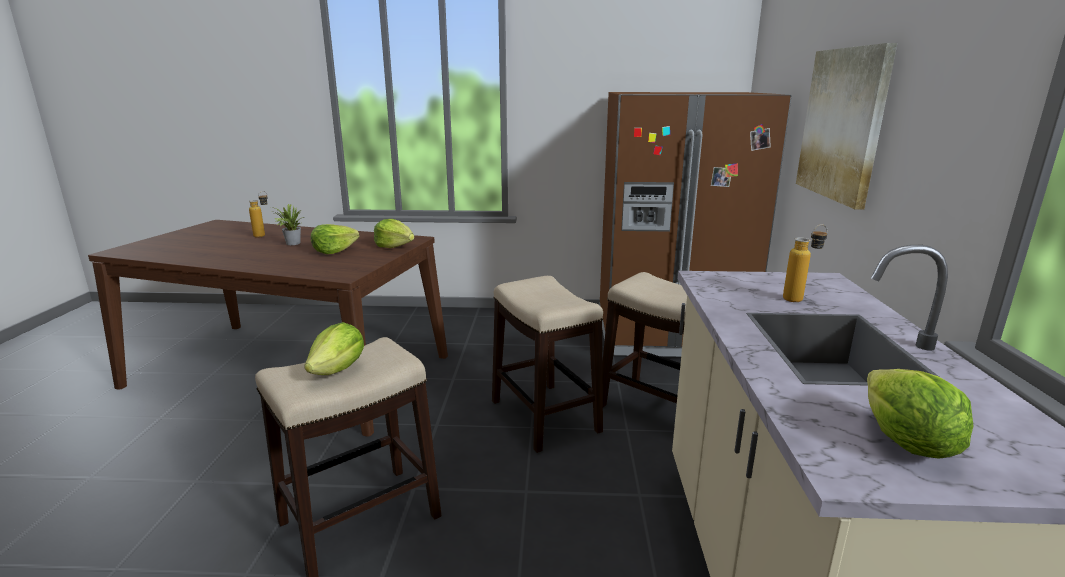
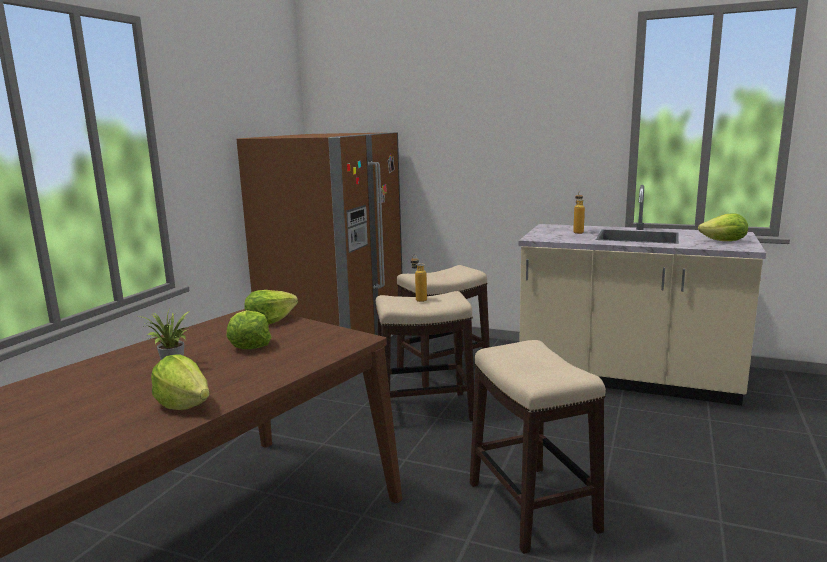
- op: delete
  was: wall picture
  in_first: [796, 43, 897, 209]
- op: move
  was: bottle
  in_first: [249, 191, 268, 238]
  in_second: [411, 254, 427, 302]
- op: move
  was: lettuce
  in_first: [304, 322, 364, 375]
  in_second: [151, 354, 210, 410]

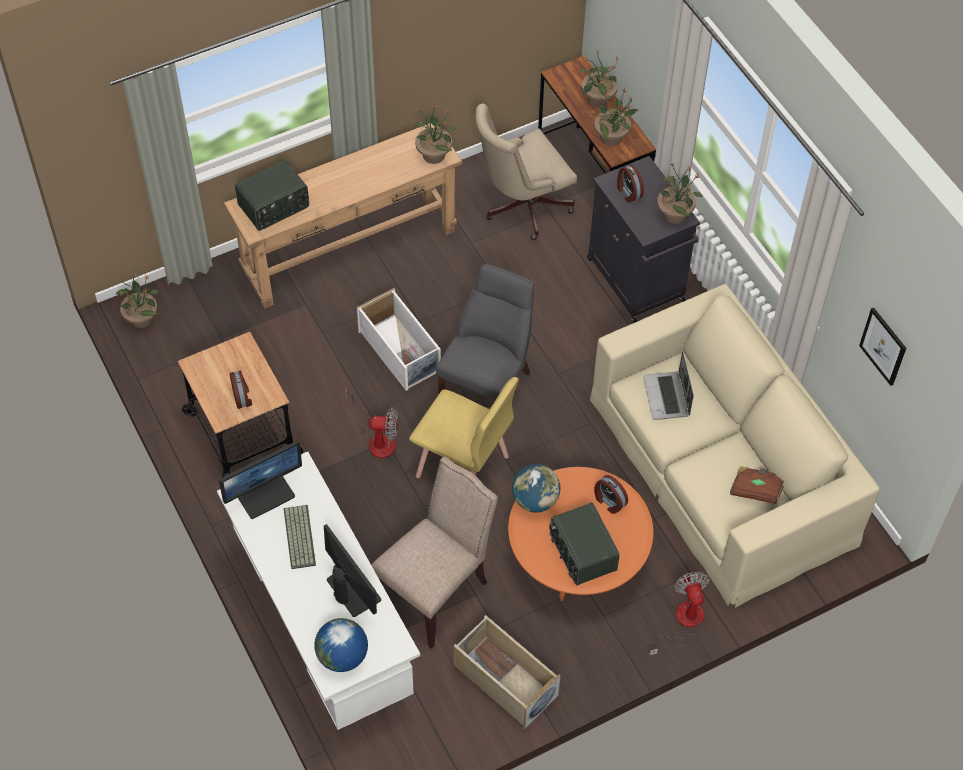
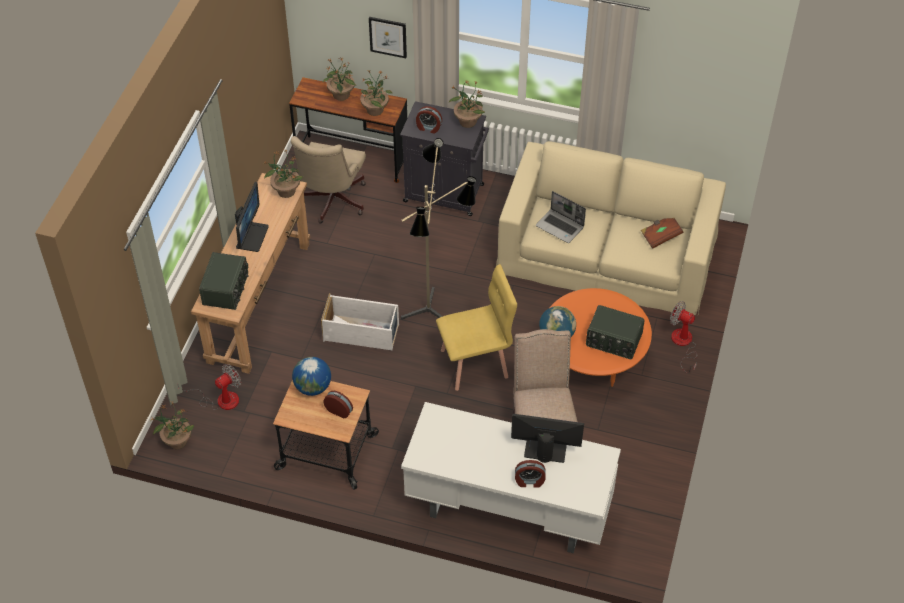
- op: replace
  was: gray upright chair
  now: floor lamp
  in_first: [436, 264, 534, 400]
  in_second: [401, 138, 476, 320]
- op: move
  was: wall picture
  in_first: [859, 307, 906, 386]
  in_second: [369, 17, 407, 58]
- op: move
  was: fan
  in_first: [346, 388, 398, 458]
  in_second: [177, 364, 241, 410]
- op: move
  was: monitor
  in_first: [219, 440, 302, 519]
  in_second: [235, 182, 269, 252]
- op: move
  was: bedside clock
  in_first: [595, 475, 628, 514]
  in_second: [515, 460, 546, 487]
- op: delete
  was: computer keyboard
  in_first: [284, 505, 316, 569]
- op: delete
  was: beige-coloured storage bin
  in_first: [454, 615, 561, 729]
- op: move
  was: world globe
  in_first: [314, 618, 368, 672]
  in_second: [292, 357, 331, 396]

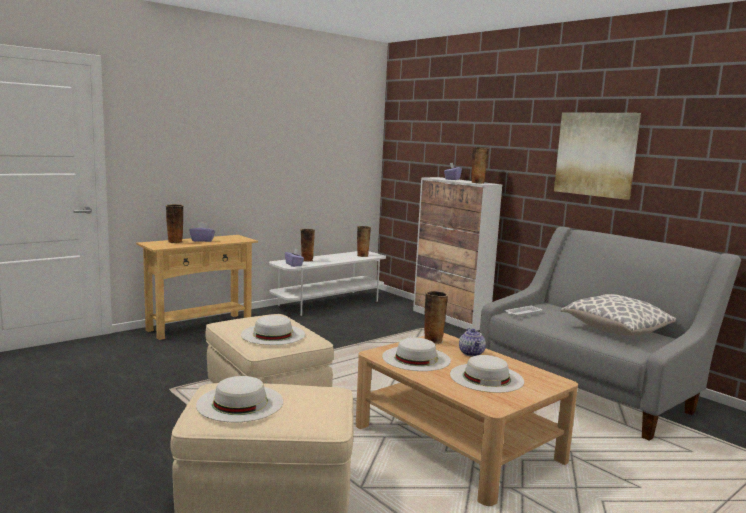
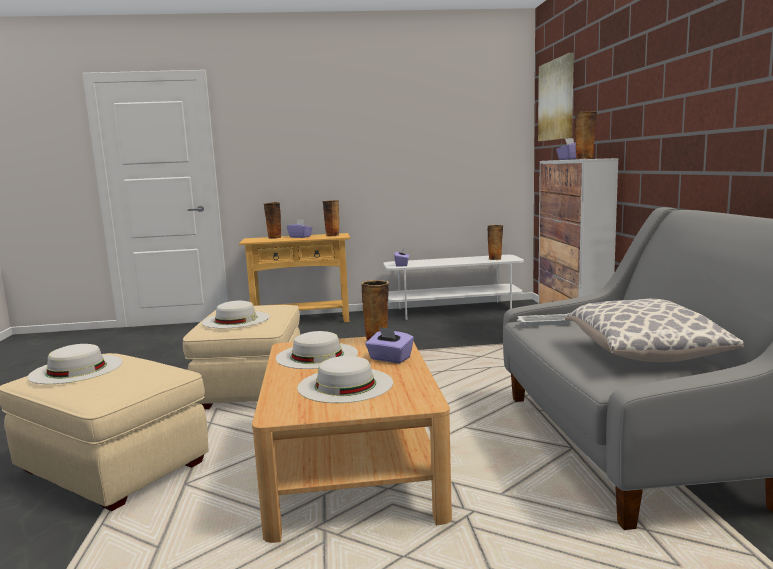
- op: move
  was: wall picture
  in_first: [554, 112, 641, 200]
  in_second: [538, 53, 574, 141]
- op: move
  was: decorative vase
  in_first: [301, 229, 315, 262]
  in_second: [322, 200, 339, 236]
- op: replace
  was: tea pot
  now: purple-coloured tissue holder
  in_first: [459, 328, 486, 357]
  in_second: [365, 327, 414, 363]

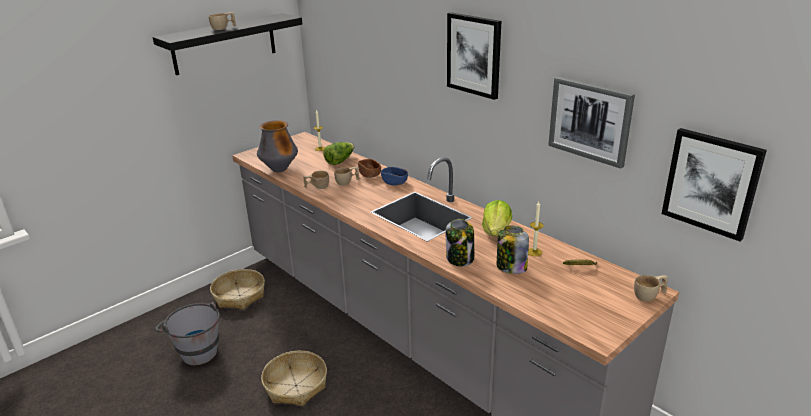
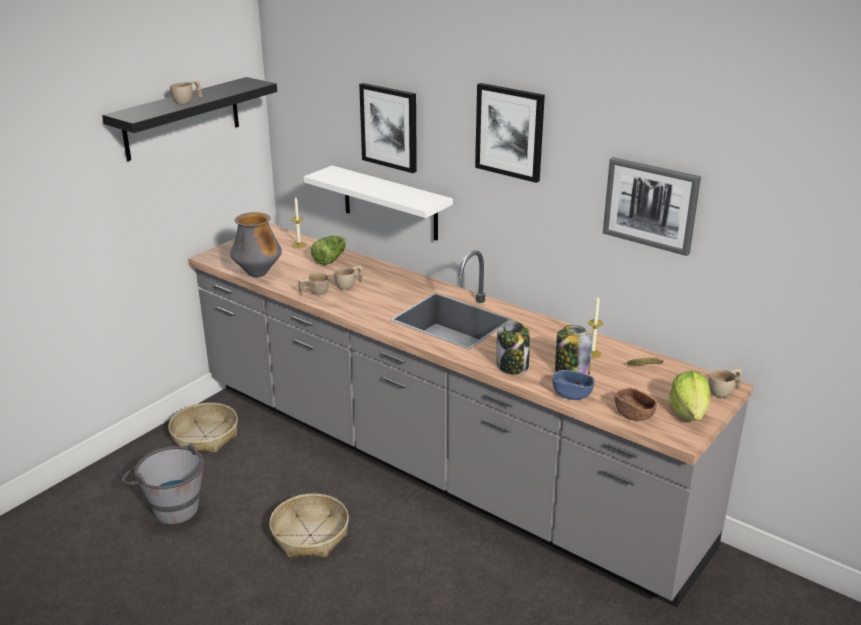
- op: move
  was: wall picture
  in_first: [662, 128, 767, 241]
  in_second: [359, 83, 417, 173]
- op: move
  was: brownish serving bowl
  in_first: [358, 159, 381, 178]
  in_second: [614, 388, 657, 421]
- op: move
  was: blue serving bowl
  in_first: [381, 167, 408, 186]
  in_second: [552, 370, 594, 400]
- op: move
  was: lettuce
  in_first: [482, 200, 512, 236]
  in_second: [669, 371, 710, 421]
- op: insert
  now: whitish shelf
  in_second: [304, 166, 453, 240]

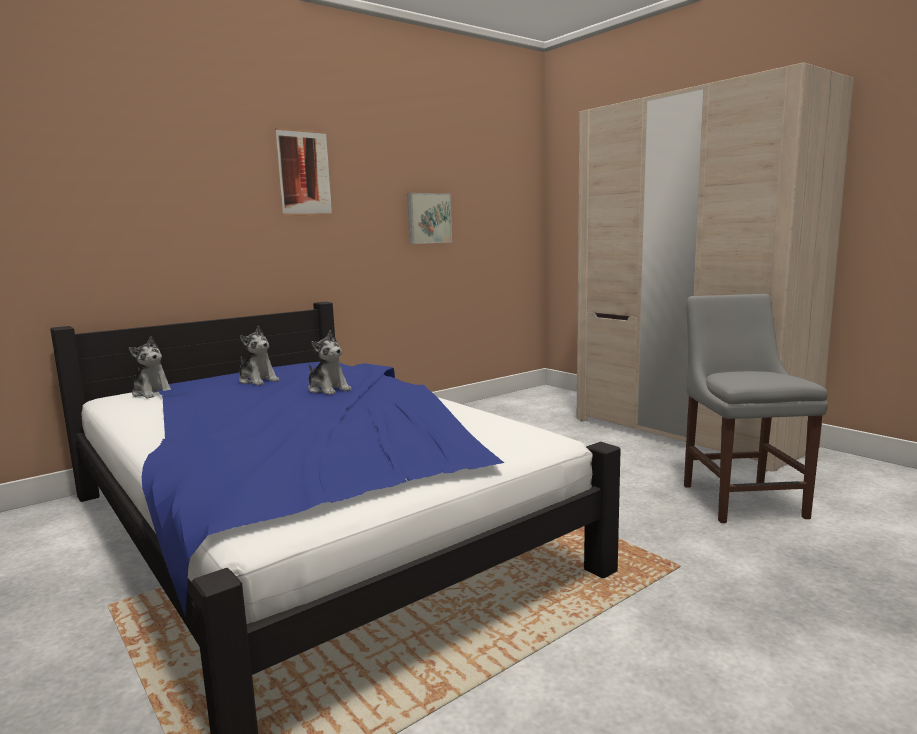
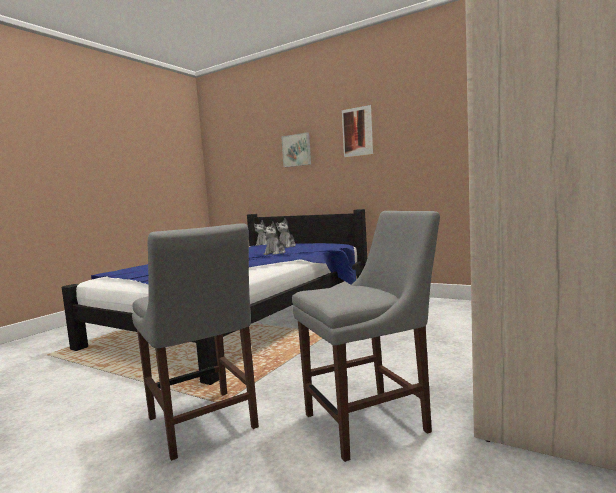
- op: move
  was: wall picture
  in_first: [407, 193, 452, 244]
  in_second: [281, 132, 311, 167]
- op: insert
  now: gray upright chair
  in_second: [132, 223, 259, 461]

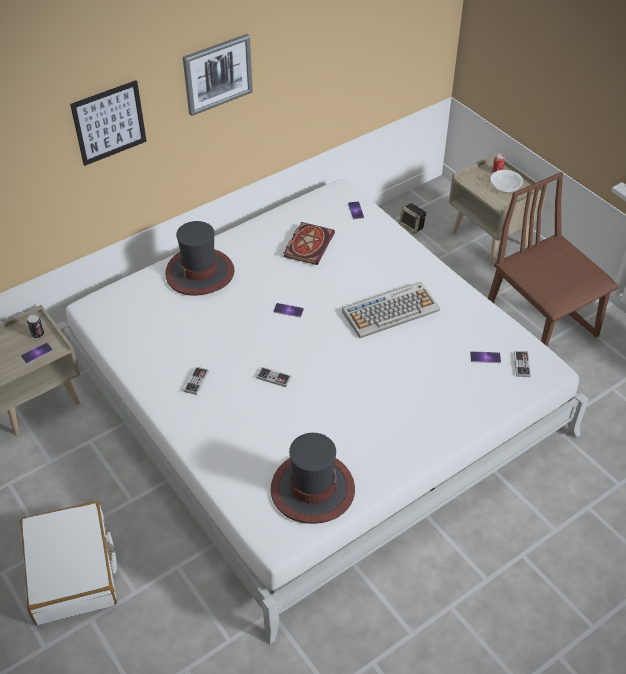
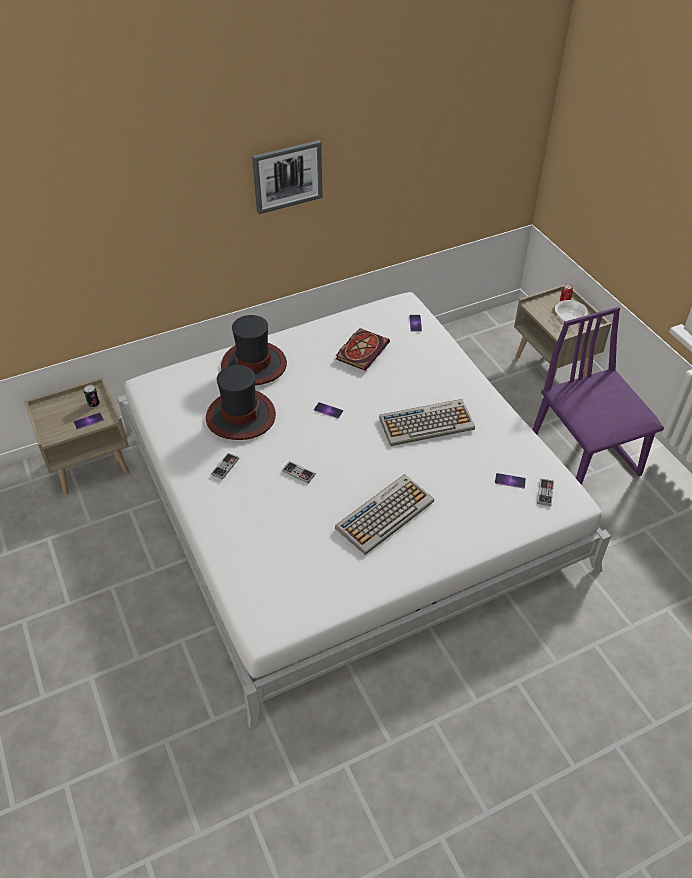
- op: delete
  was: wall picture
  in_first: [70, 80, 147, 166]
- op: recolor
  was: brownish upright chair
  now: purple-coloured upright chair
  in_first: [488, 172, 619, 347]
  in_second: [532, 307, 664, 485]
- op: delete
  was: speaker
  in_first: [399, 203, 426, 234]
- op: move
  was: clothing hat
  in_first: [270, 433, 355, 524]
  in_second: [206, 365, 276, 440]
- op: delete
  was: whitish suitcase
  in_first: [20, 501, 117, 625]
- op: insert
  now: computer keyboard
  in_second: [335, 474, 434, 555]

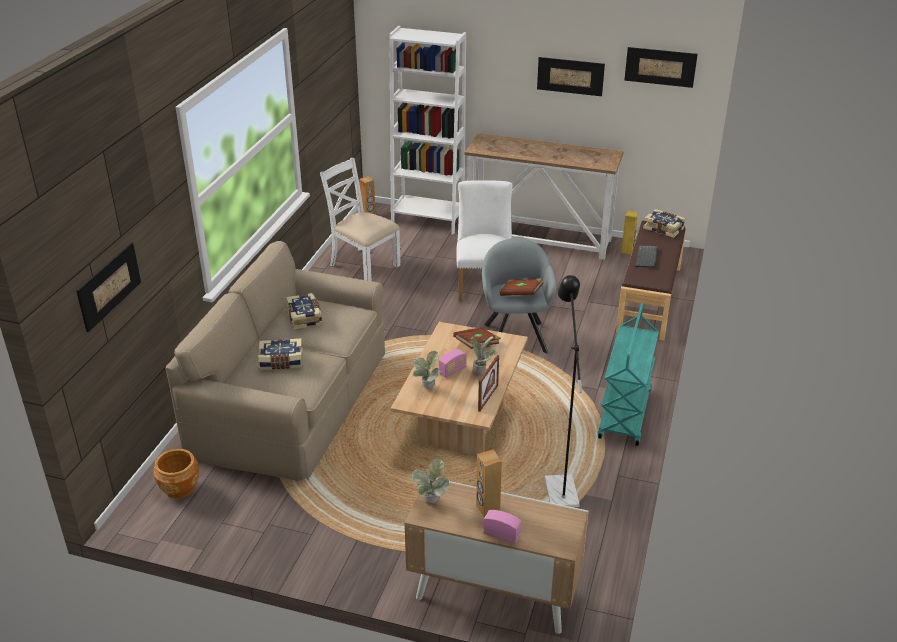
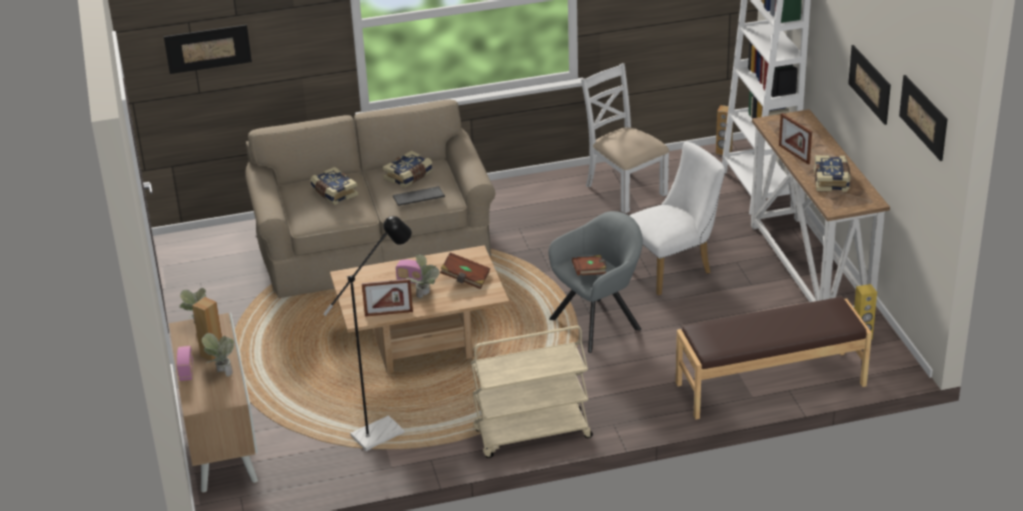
- op: rotate
  was: whitish upright chair
  in_first: [320, 158, 401, 281]
  in_second: [581, 63, 669, 213]
  clockwise: -45
- op: move
  was: volume
  in_first: [643, 209, 685, 238]
  in_second: [814, 155, 851, 192]
- op: move
  was: computer keyboard
  in_first: [635, 246, 658, 268]
  in_second: [393, 186, 445, 206]
- op: recolor
  was: blue-green trolley
  now: beige-coloured trolley
  in_first: [598, 303, 659, 446]
  in_second: [471, 326, 593, 458]
- op: move
  was: plant in a pot
  in_first: [413, 351, 440, 389]
  in_second: [202, 333, 235, 377]
- op: delete
  was: brownish flower pot
  in_first: [153, 449, 199, 499]
- op: insert
  now: photo frame
  in_second: [779, 113, 812, 165]

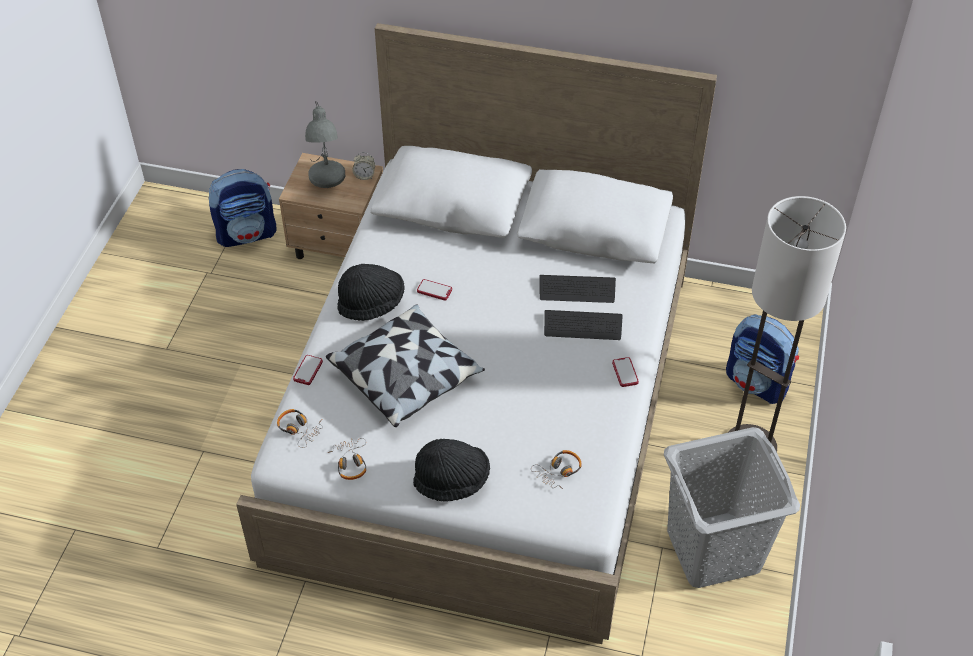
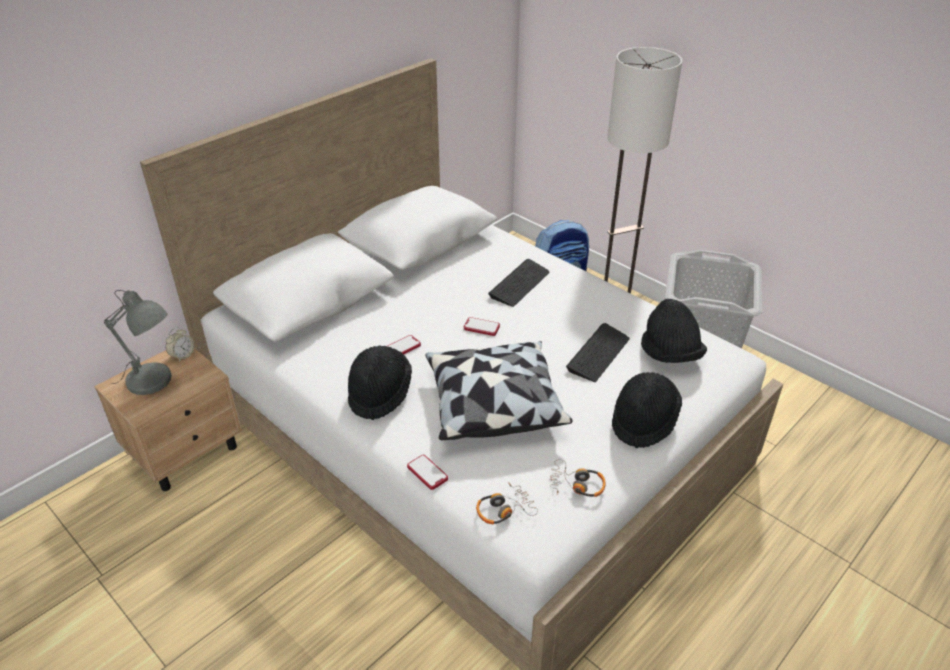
- op: delete
  was: rucksack
  in_first: [208, 169, 276, 247]
- op: move
  was: computer keyboard
  in_first: [540, 275, 616, 303]
  in_second: [566, 323, 630, 382]
- op: move
  was: handset
  in_first: [612, 357, 639, 387]
  in_second: [464, 317, 500, 336]
- op: replace
  was: pair of headphones
  now: blackish clothing hat
  in_first: [531, 450, 582, 489]
  in_second: [641, 299, 707, 363]

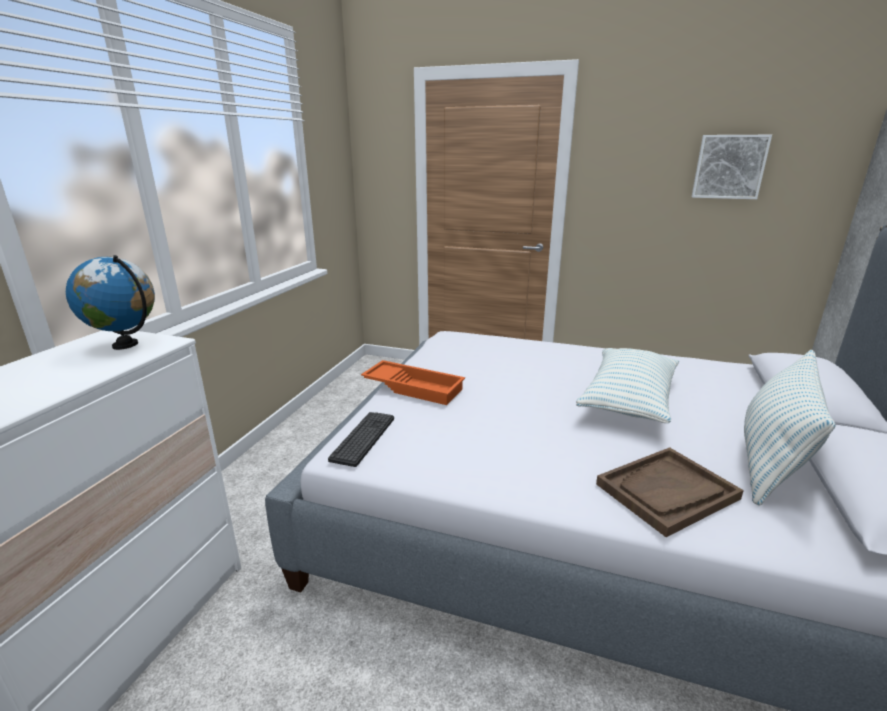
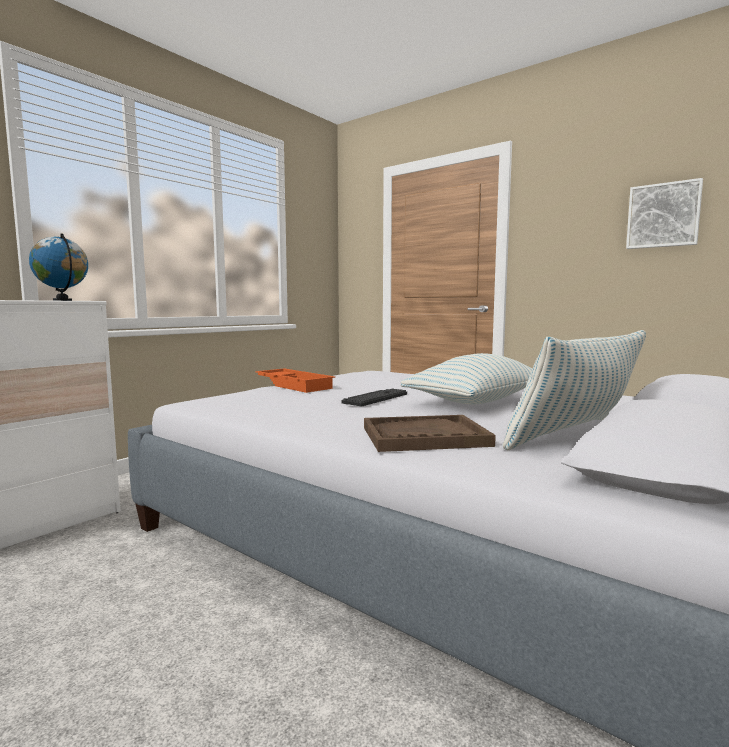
- op: move
  was: computer keyboard
  in_first: [328, 412, 394, 467]
  in_second: [341, 389, 407, 406]

